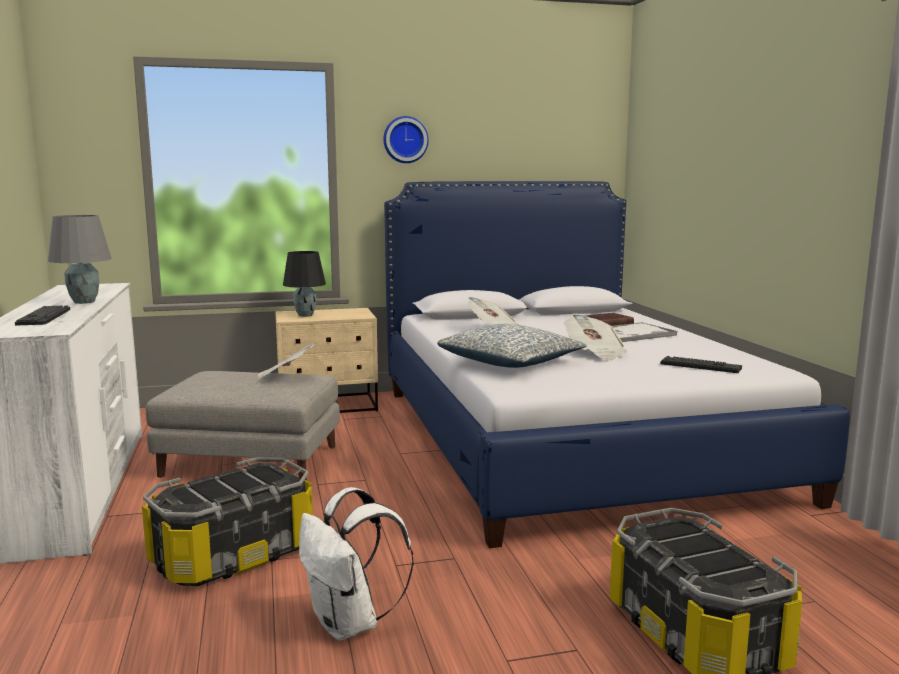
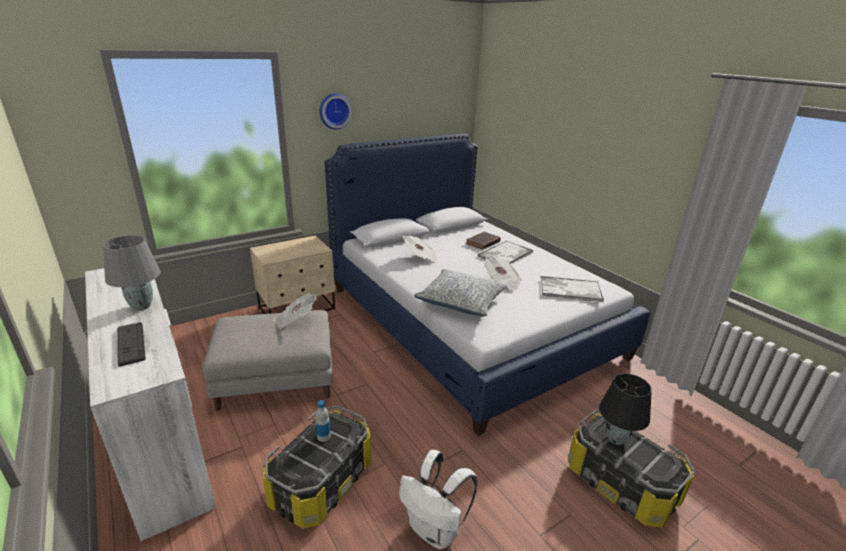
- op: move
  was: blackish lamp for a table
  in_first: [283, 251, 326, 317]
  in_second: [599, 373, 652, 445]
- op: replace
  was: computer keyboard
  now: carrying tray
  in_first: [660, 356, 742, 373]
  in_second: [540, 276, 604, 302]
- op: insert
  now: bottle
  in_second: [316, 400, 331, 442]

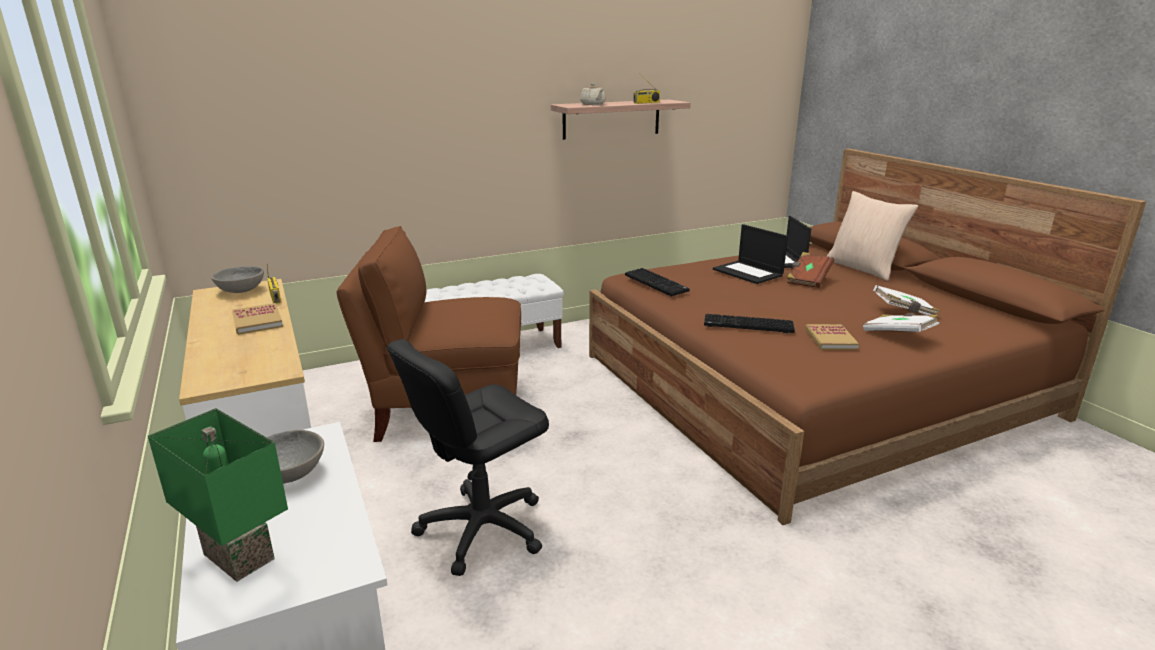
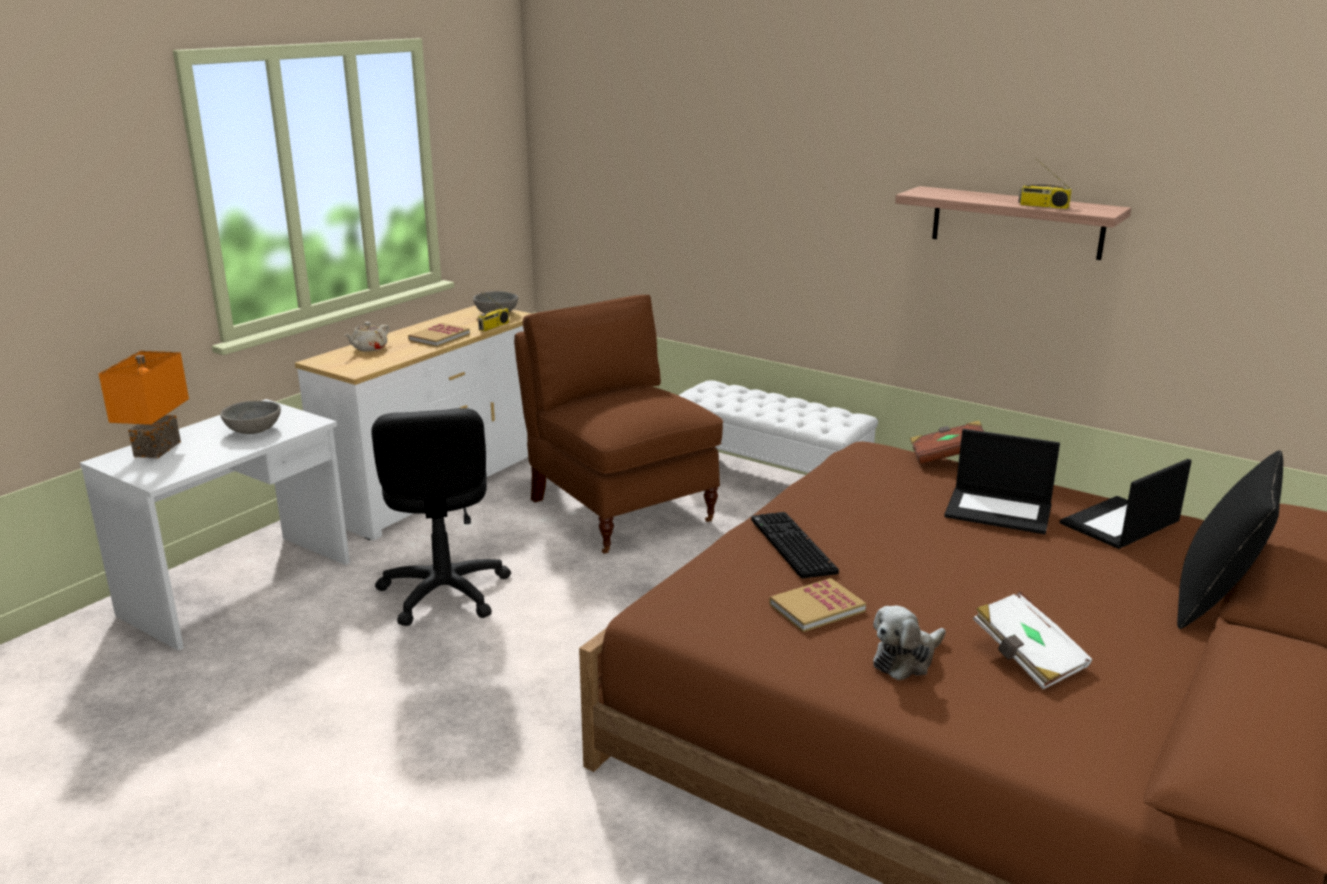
- op: move
  was: beige-coloured tea pot
  in_first: [580, 83, 606, 105]
  in_second: [344, 322, 389, 352]
- op: recolor
  was: beige-coloured pillow
  now: blackish pillow
  in_first: [827, 191, 918, 281]
  in_second: [1177, 450, 1283, 629]
- op: rotate
  was: notebook computer
  in_first: [713, 224, 788, 284]
  in_second: [944, 429, 1060, 534]
  clockwise: -90
- op: move
  was: brownish volume
  in_first: [787, 252, 834, 288]
  in_second: [910, 420, 985, 464]
- op: delete
  was: computer keyboard
  in_first: [625, 268, 689, 296]
- op: replace
  was: whitish volume
  now: cuddly toy
  in_first: [863, 313, 939, 332]
  in_second: [873, 606, 946, 680]
- op: rotate
  was: blackish desk chair
  in_first: [387, 339, 549, 576]
  in_second: [371, 408, 511, 626]
  clockwise: -120
- op: recolor
  was: green lamp for a table
  now: orangey lamp for a table
  in_first: [148, 408, 288, 582]
  in_second: [99, 351, 189, 458]

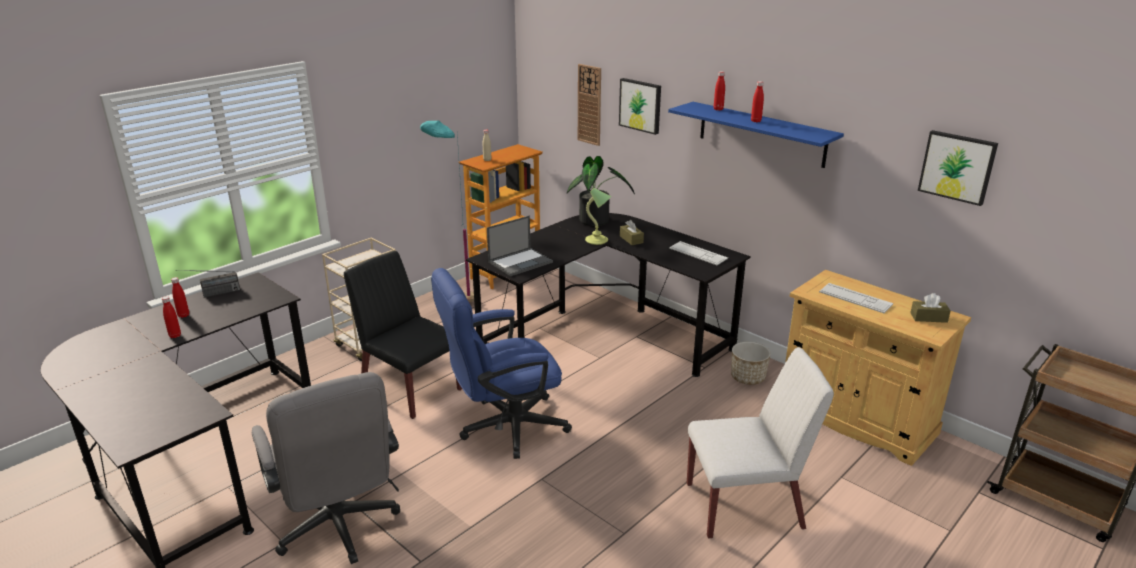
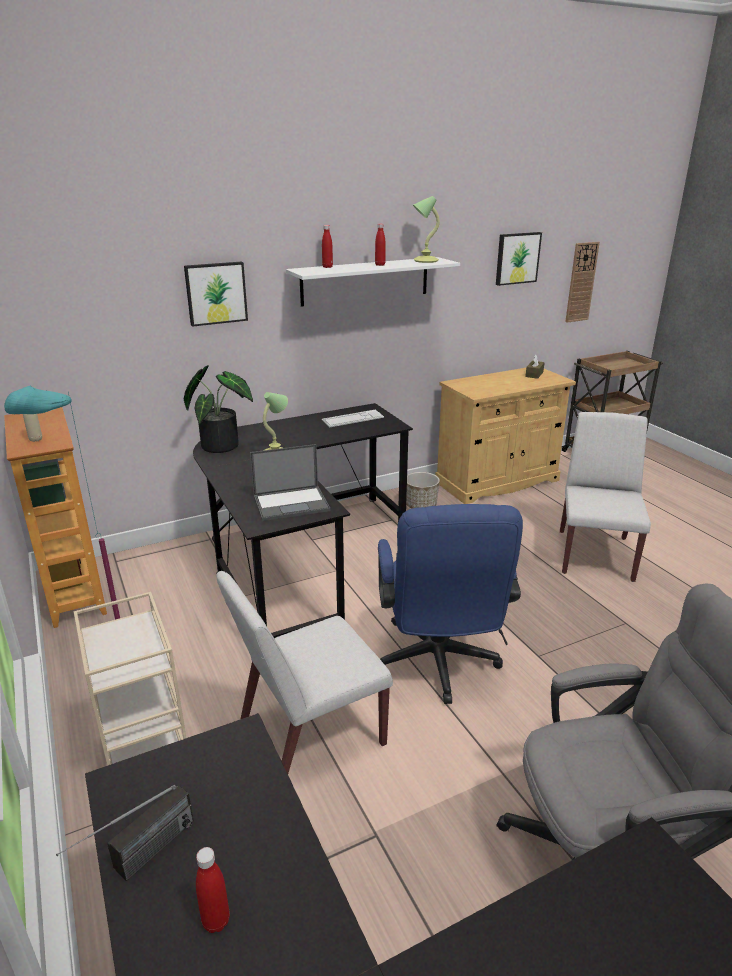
- op: move
  was: wall clock
  in_first: [578, 64, 601, 146]
  in_second: [565, 242, 600, 323]
- op: recolor
  was: blue shelf
  now: whitish shelf
  in_first: [668, 102, 844, 168]
  in_second: [286, 257, 460, 307]
- op: rotate
  was: notebook computer
  in_first: [487, 216, 553, 276]
  in_second: [250, 444, 330, 521]
  clockwise: 90
- op: delete
  was: brownish tissue holder
  in_first: [620, 220, 644, 245]
- op: recolor
  was: blackish upright chair
  now: whitish upright chair
  in_first: [344, 251, 462, 419]
  in_second: [216, 571, 393, 774]
- op: rotate
  was: radio set
  in_first: [176, 270, 240, 298]
  in_second: [56, 785, 194, 881]
  clockwise: 45
- op: delete
  was: computer keyboard
  in_first: [819, 283, 893, 313]
- op: delete
  was: reddish bottle
  in_first: [162, 296, 181, 338]
- op: insert
  now: lamp for a table
  in_second: [413, 196, 440, 263]

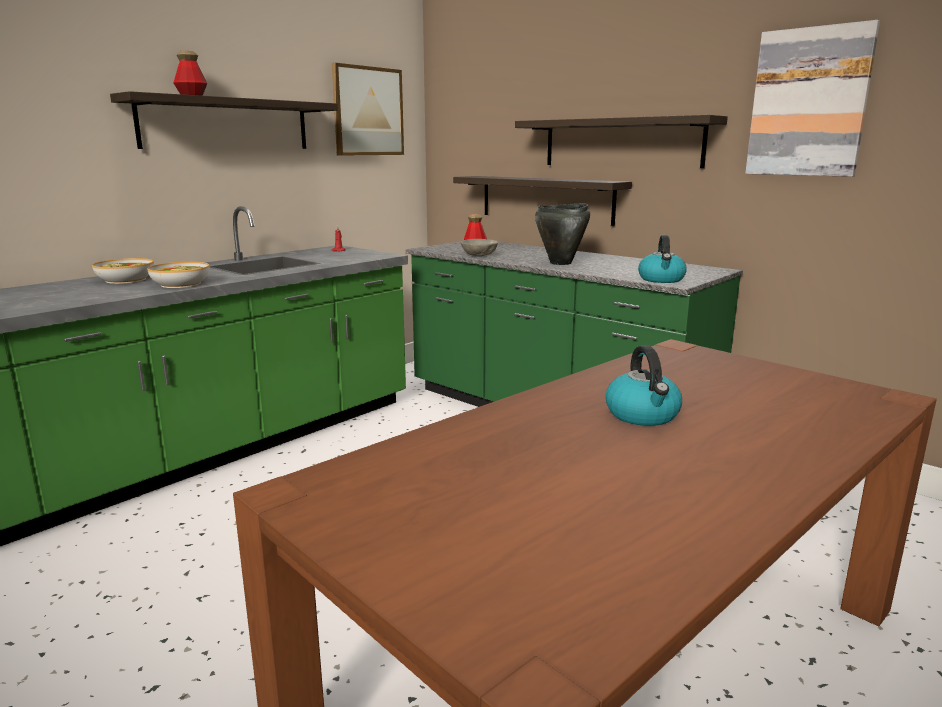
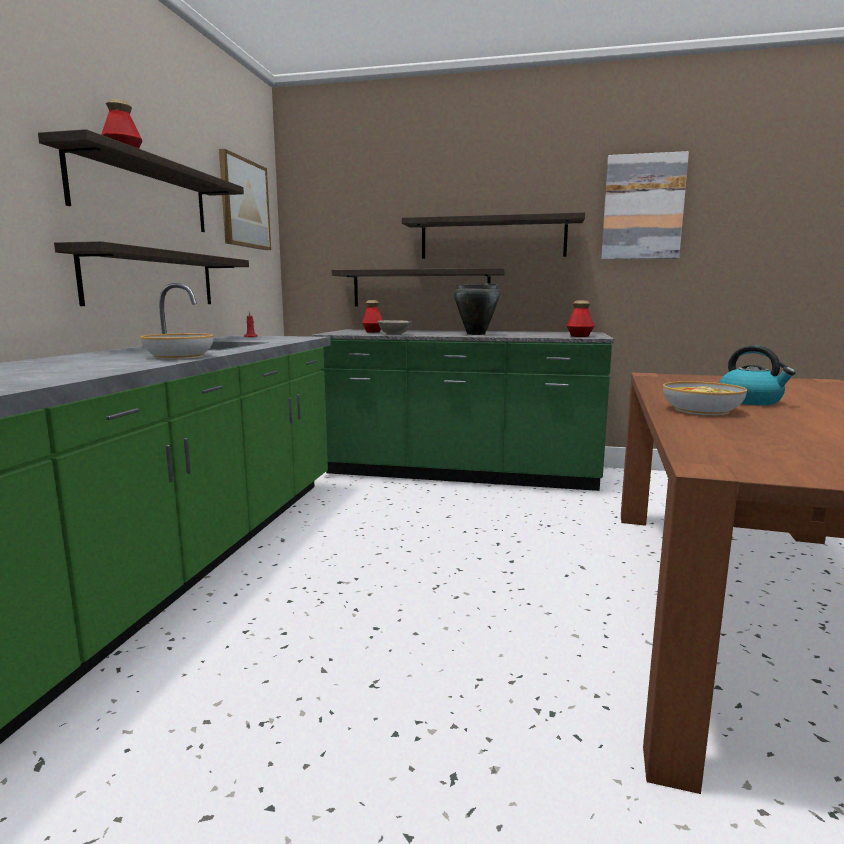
- op: replace
  was: kettle
  now: bottle
  in_first: [638, 235, 687, 283]
  in_second: [567, 300, 594, 337]
- op: move
  was: serving bowl
  in_first: [92, 258, 154, 284]
  in_second: [663, 381, 747, 415]
- op: insert
  now: shelf
  in_second: [54, 241, 249, 306]

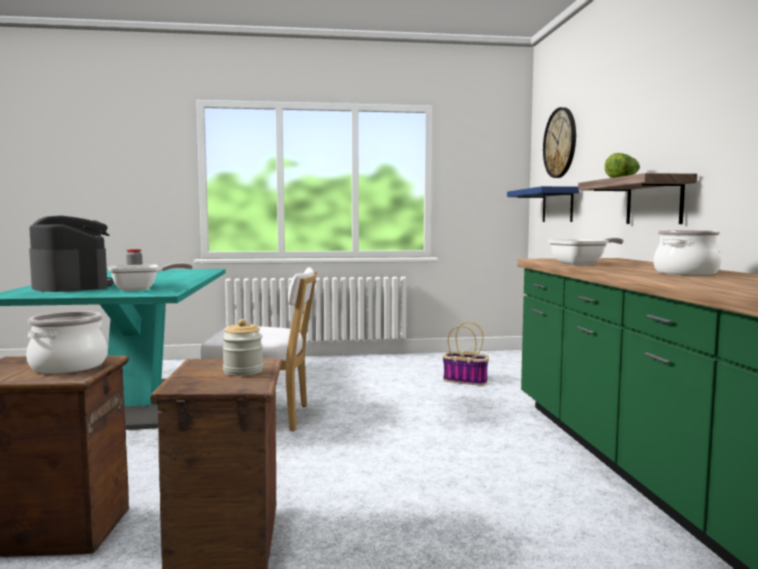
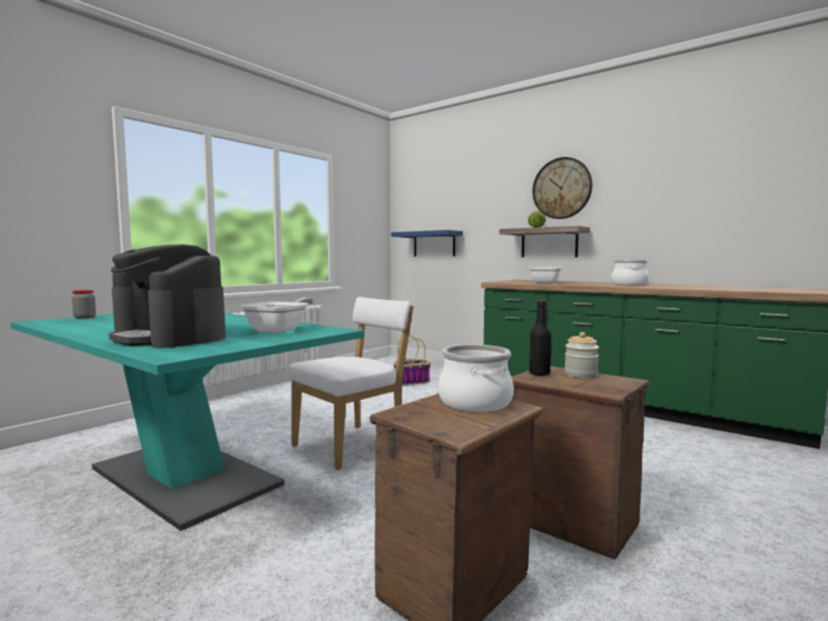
- op: move
  was: wall clock
  in_first: [543, 107, 576, 178]
  in_second: [532, 157, 592, 219]
- op: rotate
  was: coffee brewer
  in_first: [29, 216, 115, 292]
  in_second: [109, 244, 226, 348]
  clockwise: -150
- op: insert
  now: blackish bottle
  in_second: [529, 300, 552, 376]

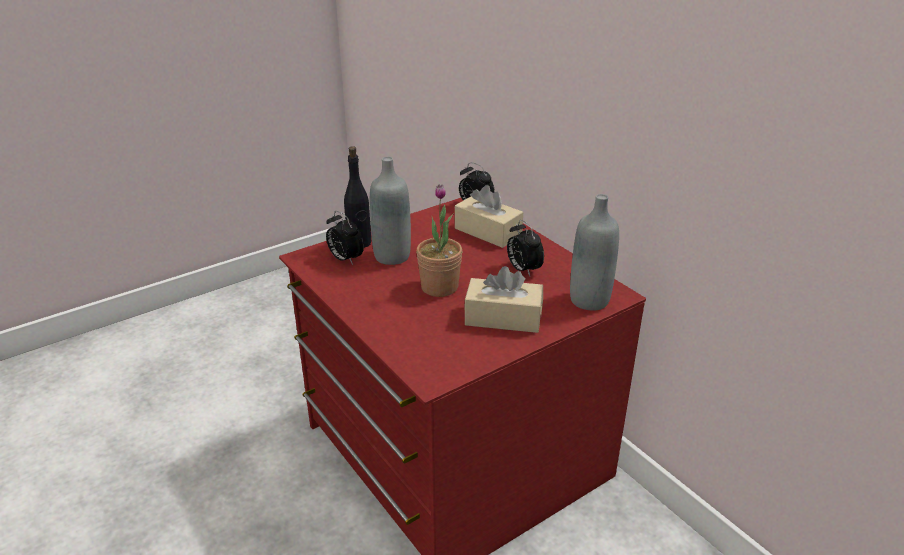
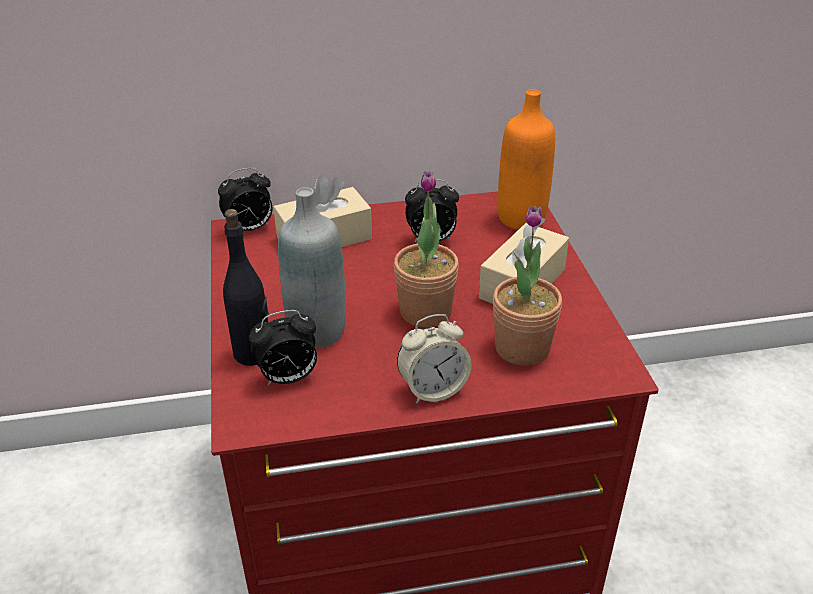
- op: recolor
  was: gray bottle
  now: orangey bottle
  in_first: [570, 194, 619, 311]
  in_second: [498, 89, 555, 230]
- op: insert
  now: plant in a pot
  in_second: [493, 205, 562, 366]
- op: insert
  now: bedside clock
  in_second: [397, 314, 472, 404]

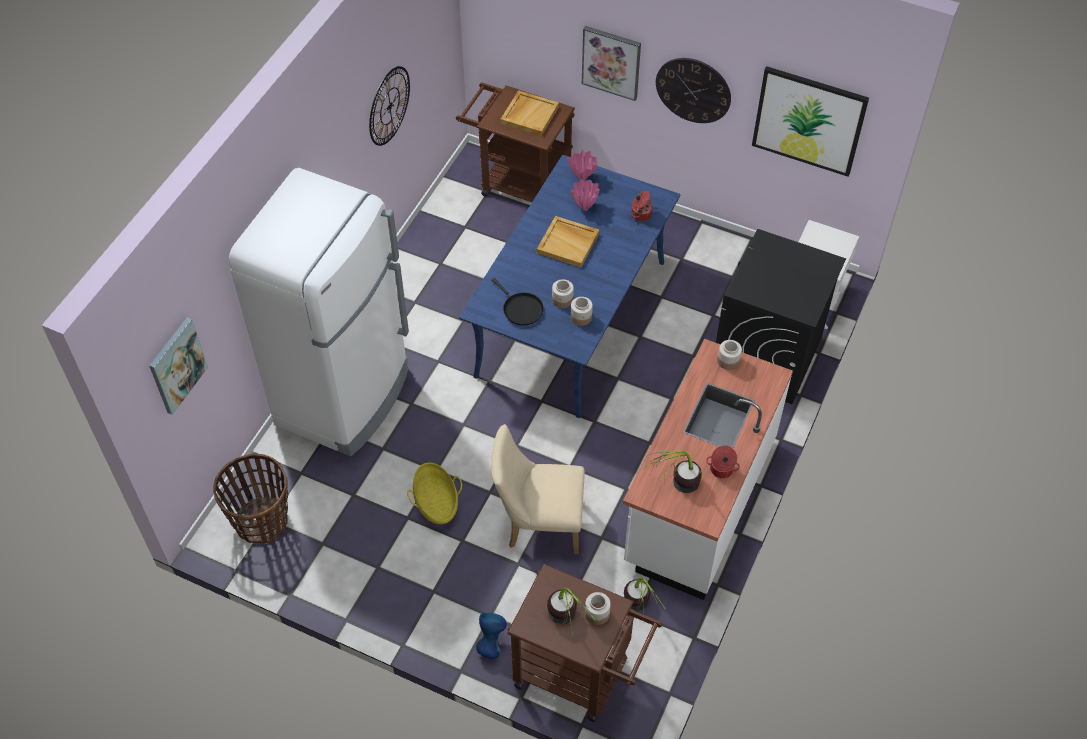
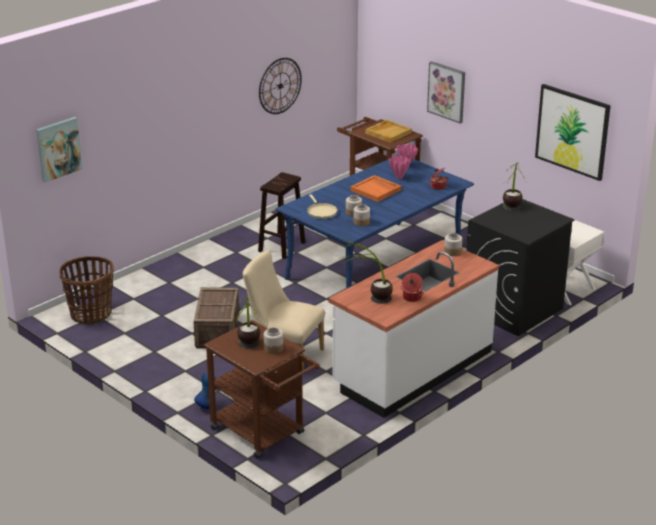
- op: delete
  was: wall clock
  in_first: [656, 58, 731, 123]
- op: delete
  was: whitish fridge
  in_first: [229, 168, 409, 457]
- op: recolor
  was: beige-coloured carrying tray
  now: orangey carrying tray
  in_first: [537, 216, 599, 268]
  in_second: [350, 175, 401, 202]
- op: recolor
  was: blackish frying pan
  now: beige-coloured frying pan
  in_first: [492, 278, 544, 326]
  in_second: [307, 194, 337, 219]
- op: replace
  was: storage basket
  now: crate
  in_first: [407, 463, 462, 524]
  in_second: [194, 287, 239, 348]
- op: move
  was: plant in a pot
  in_first: [624, 578, 666, 614]
  in_second: [502, 162, 525, 211]
- op: insert
  now: brownish stool seat
  in_second: [258, 172, 306, 259]

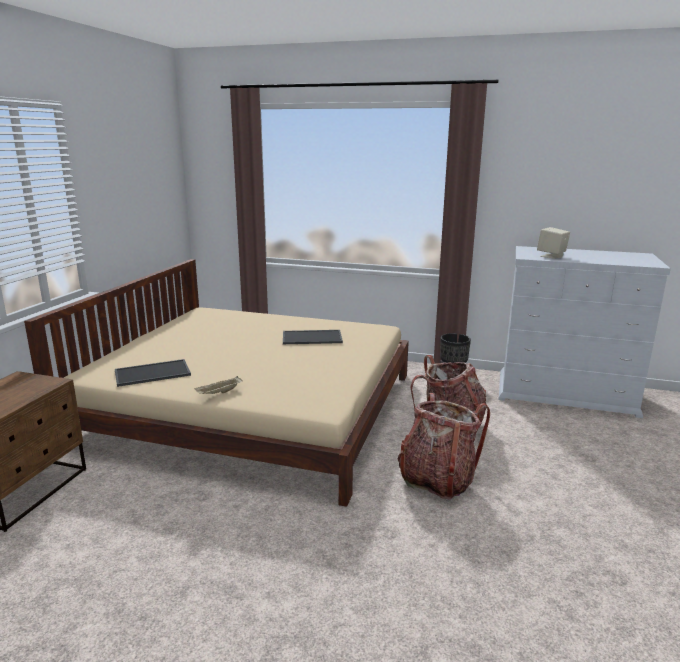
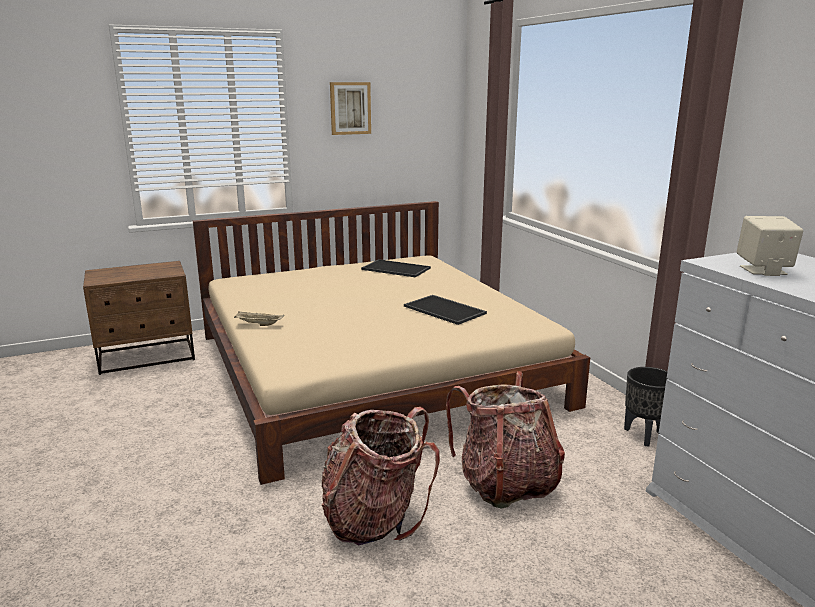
- op: move
  was: carrying tray
  in_first: [115, 359, 191, 387]
  in_second: [361, 259, 431, 277]
- op: insert
  now: wall picture
  in_second: [330, 82, 371, 135]

